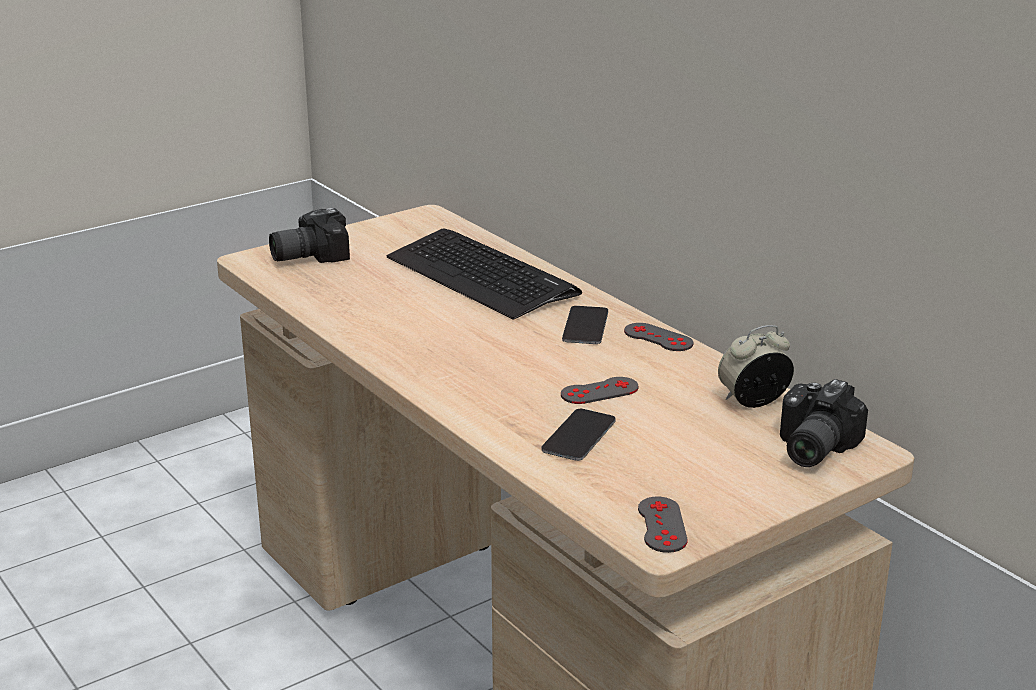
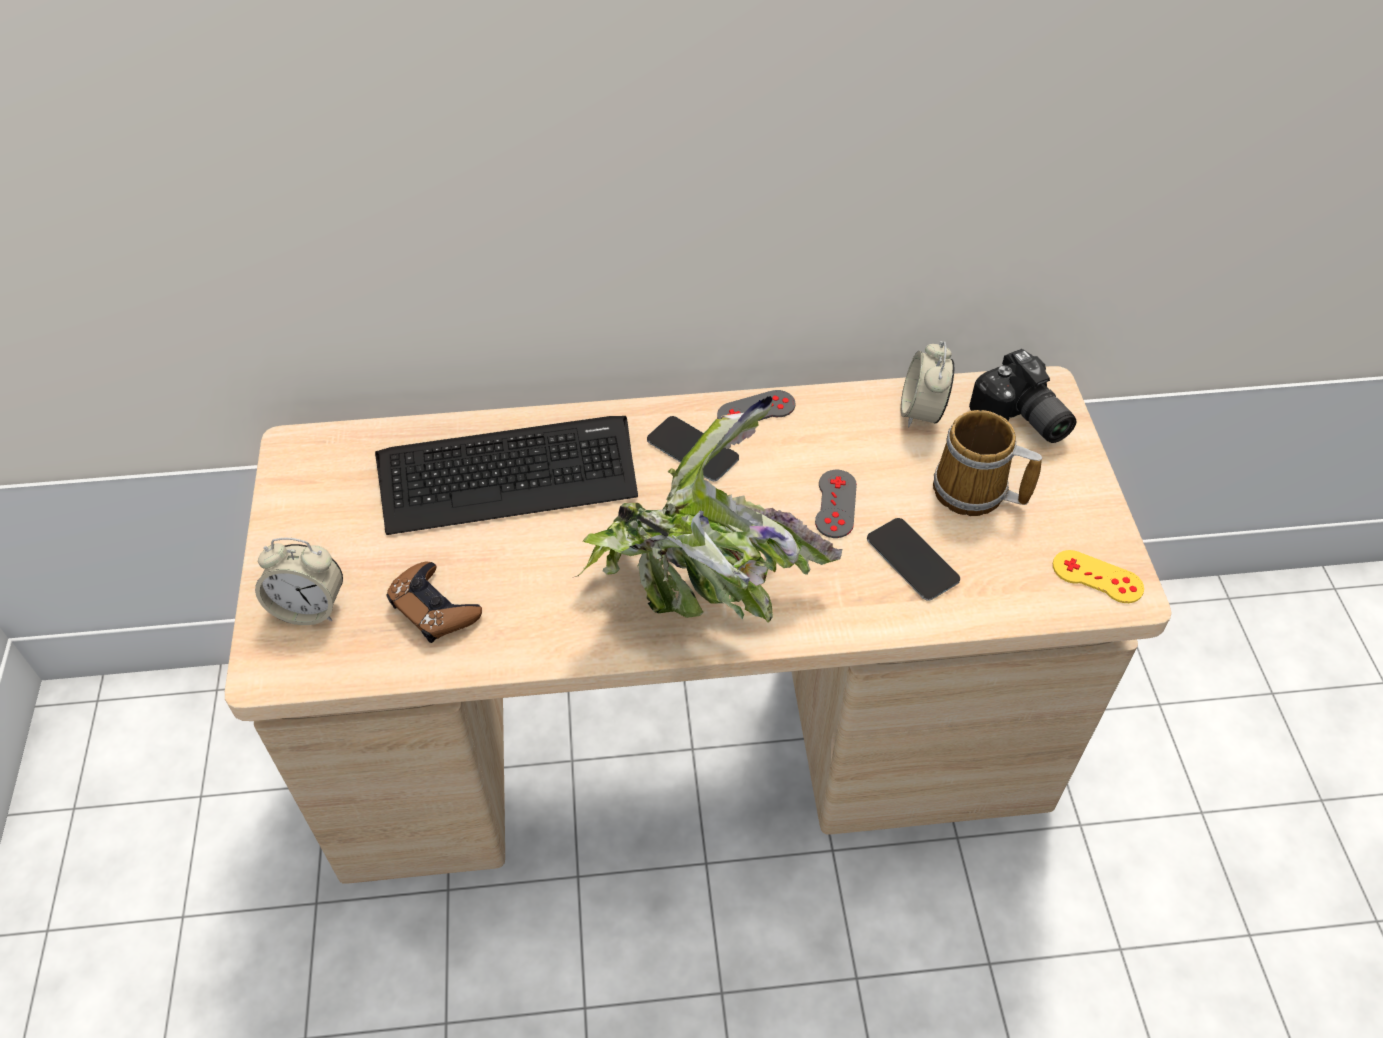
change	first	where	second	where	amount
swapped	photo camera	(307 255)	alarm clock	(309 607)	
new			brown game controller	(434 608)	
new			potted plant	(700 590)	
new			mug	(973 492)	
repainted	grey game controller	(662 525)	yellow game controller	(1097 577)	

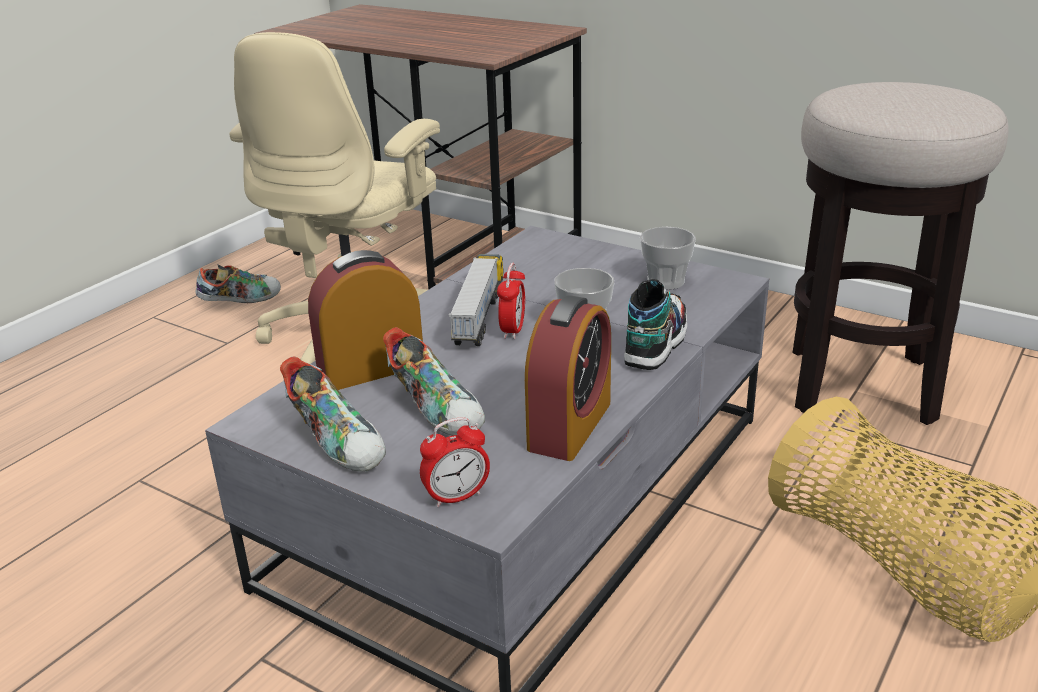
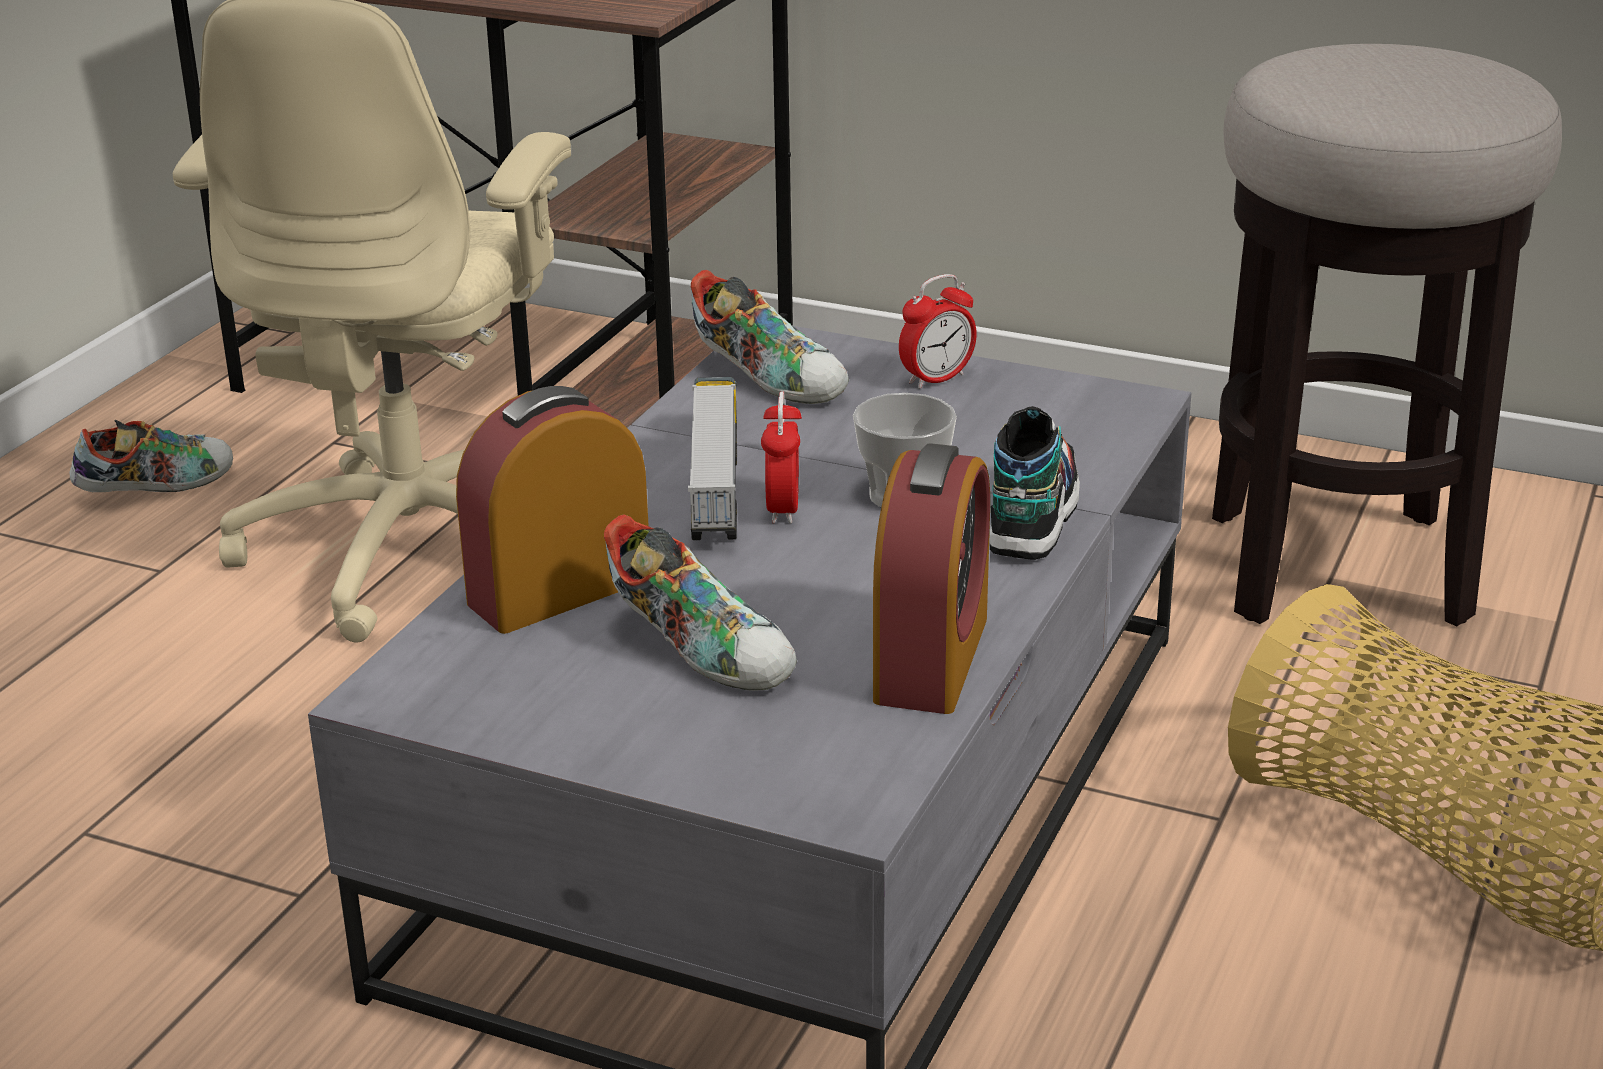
change	first	where	second	where	amount
shifted	shoe	(339 443)		(770 380)	
shifted	alarm clock	(456 497)		(936 379)	
gone	cup	(665 281)			

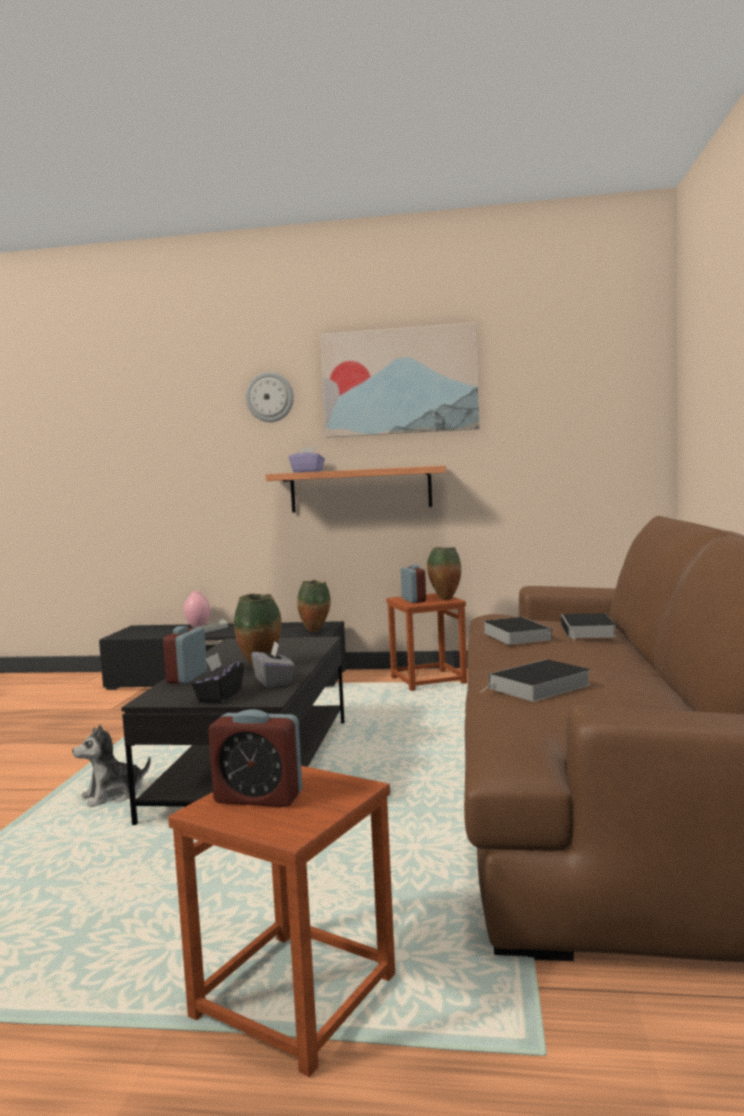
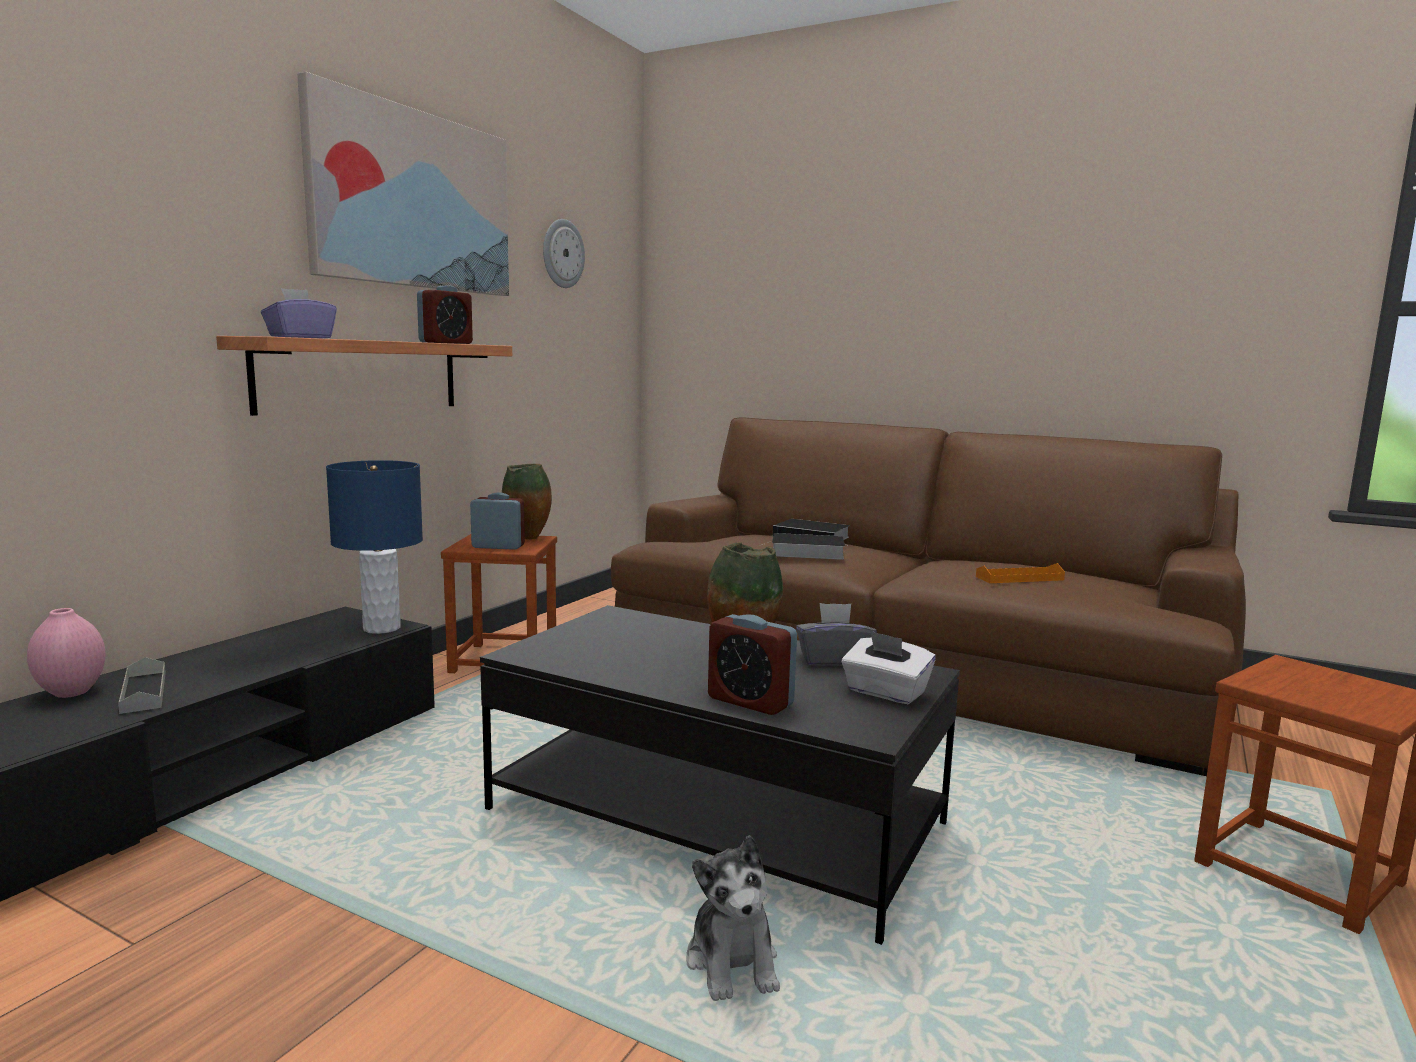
change	first	where	second	where	amount
swapped	vase	(315 631)	blue table lamp	(381 628)	
shifted	alarm clock	(258 798)		(446 343)	
shifted	wall clock	(270 397)		(562 253)	
repainted	black tissue box	(219 696)	white tissue box	(885 692)	
swapped	book	(538 687)	orange tray	(1019 578)	

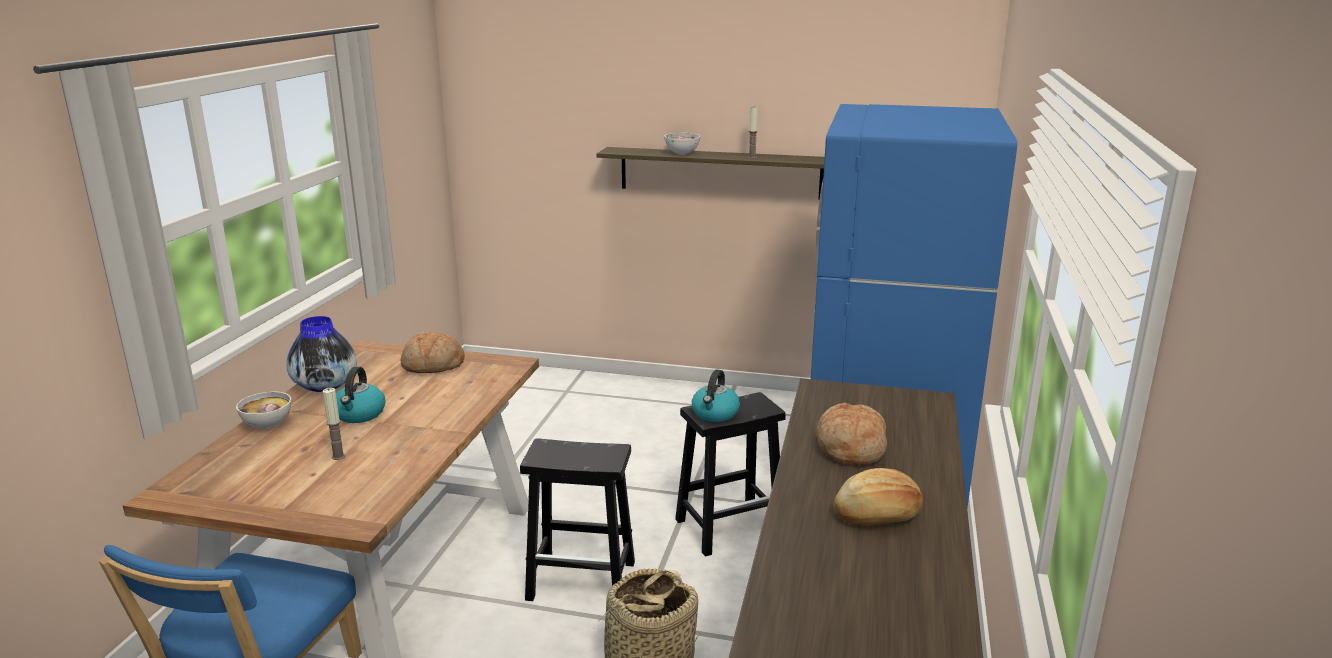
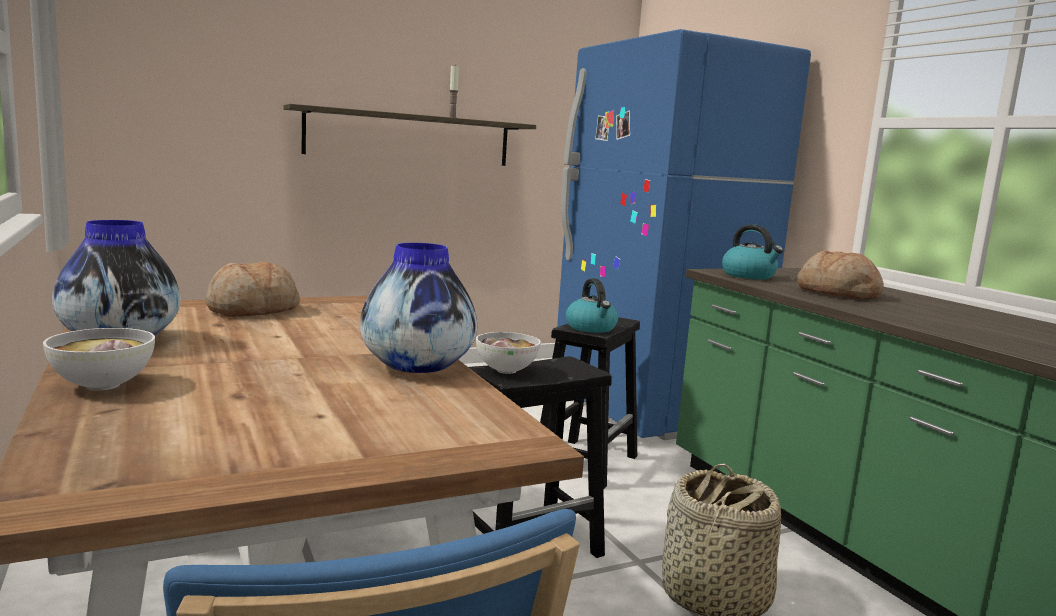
change	first	where	second	where	amount
new			vase	(418 367)	
shifted	bowl	(682 153)		(506 370)	
shifted	kettle	(359 414)		(749 276)	
gone	candle	(338 456)			
gone	bread	(878 515)			

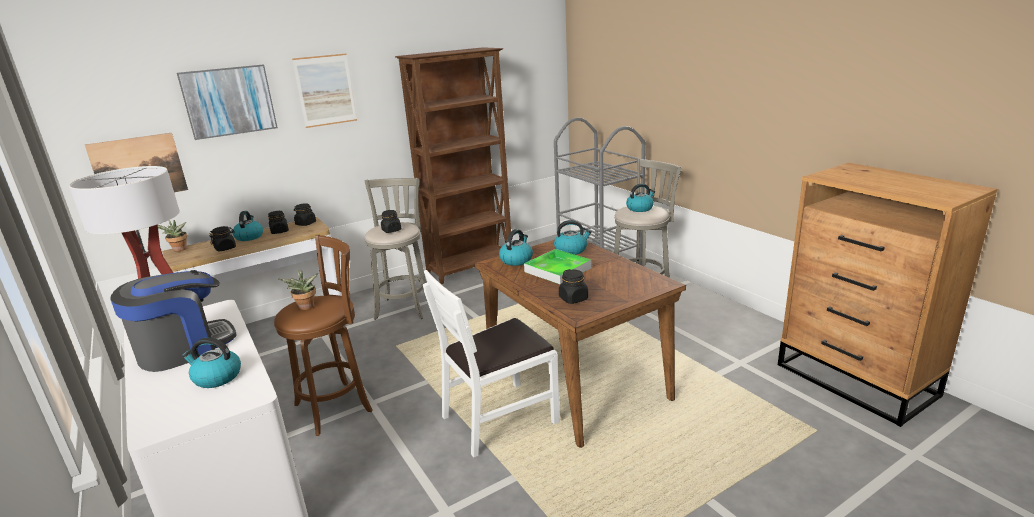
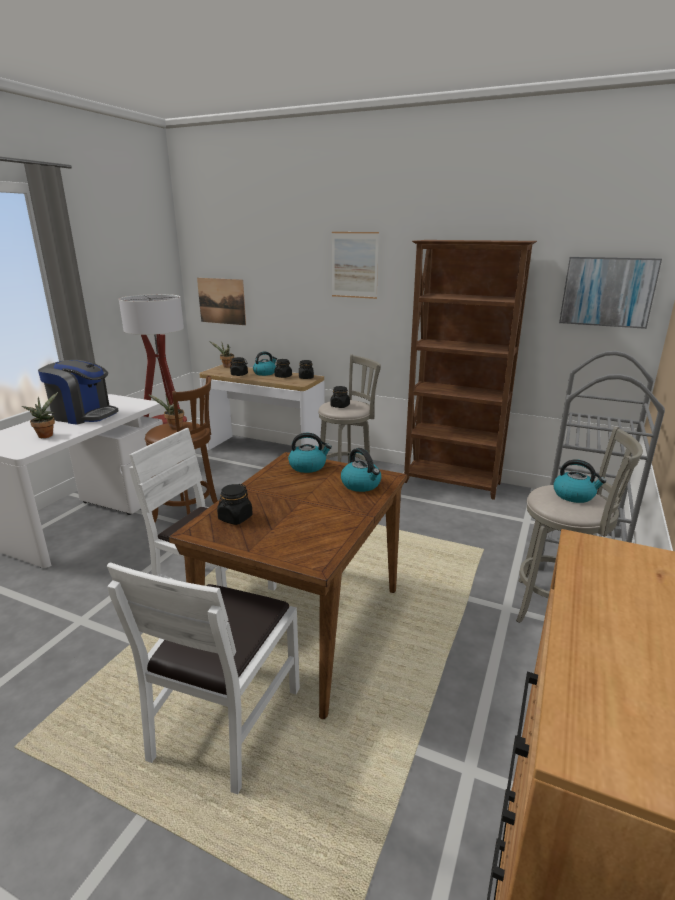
change	first	where	second	where	amount
swapped	kettle	(216 377)	potted plant	(46 435)	
new			white chair	(225 721)	
shifted	picture	(229 101)		(607 292)	
gone	tray	(557 270)			

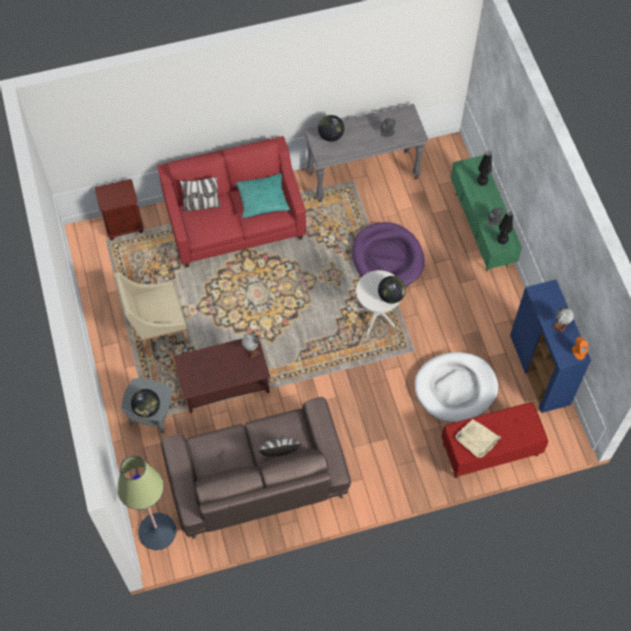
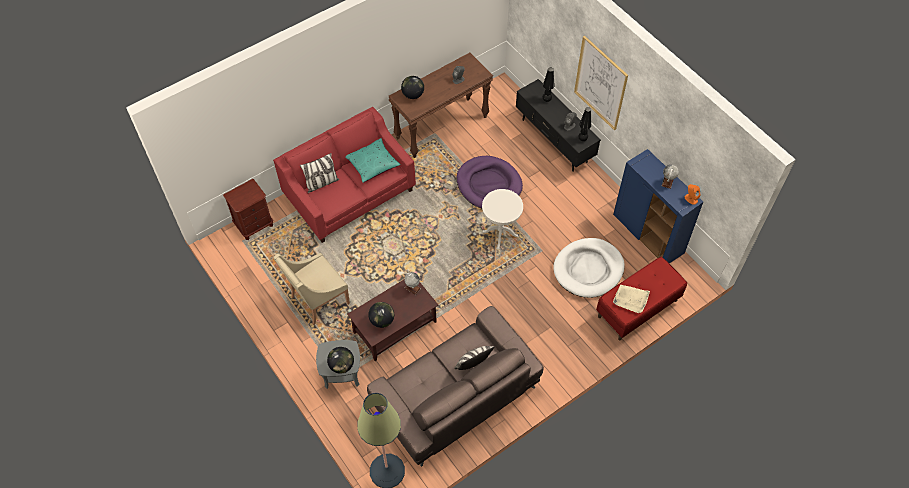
change	first	where	second	where	amount
shifted	globe	(391 296)		(382 320)	
repainted	grey console table	(363 175)	brown console table	(441 127)	
repainted	green tv stand	(480 230)	black tv stand	(554 141)	
new			picture	(600 83)	

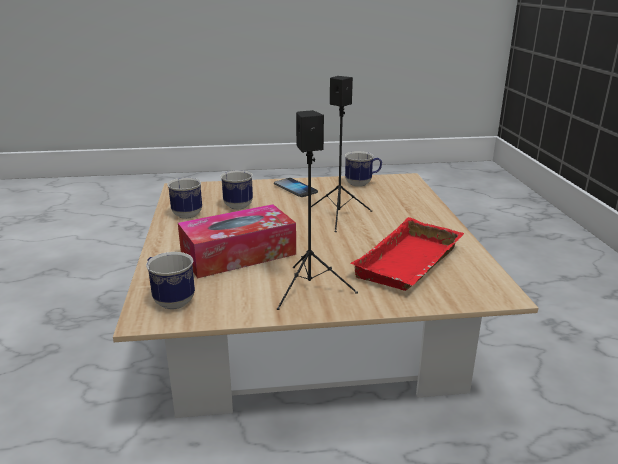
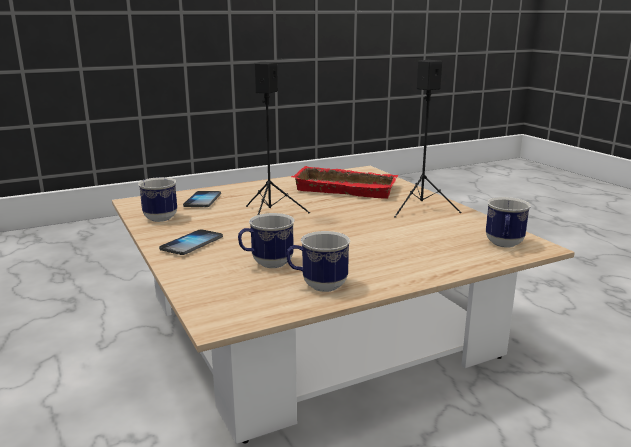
change	first	where	second	where	amount
new			phone	(202 200)	
gone	tissue box	(238 254)			

